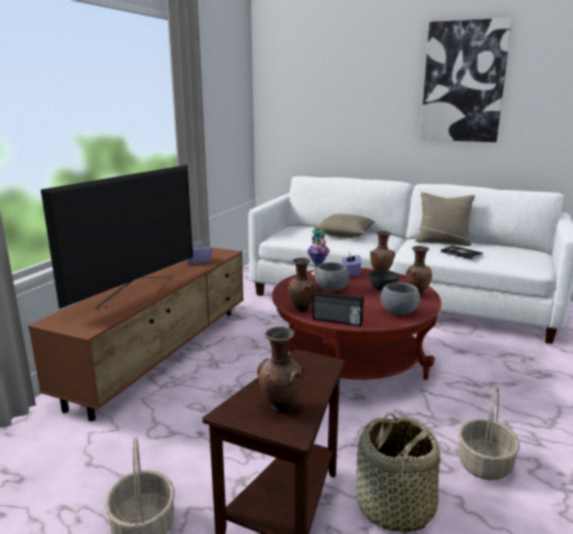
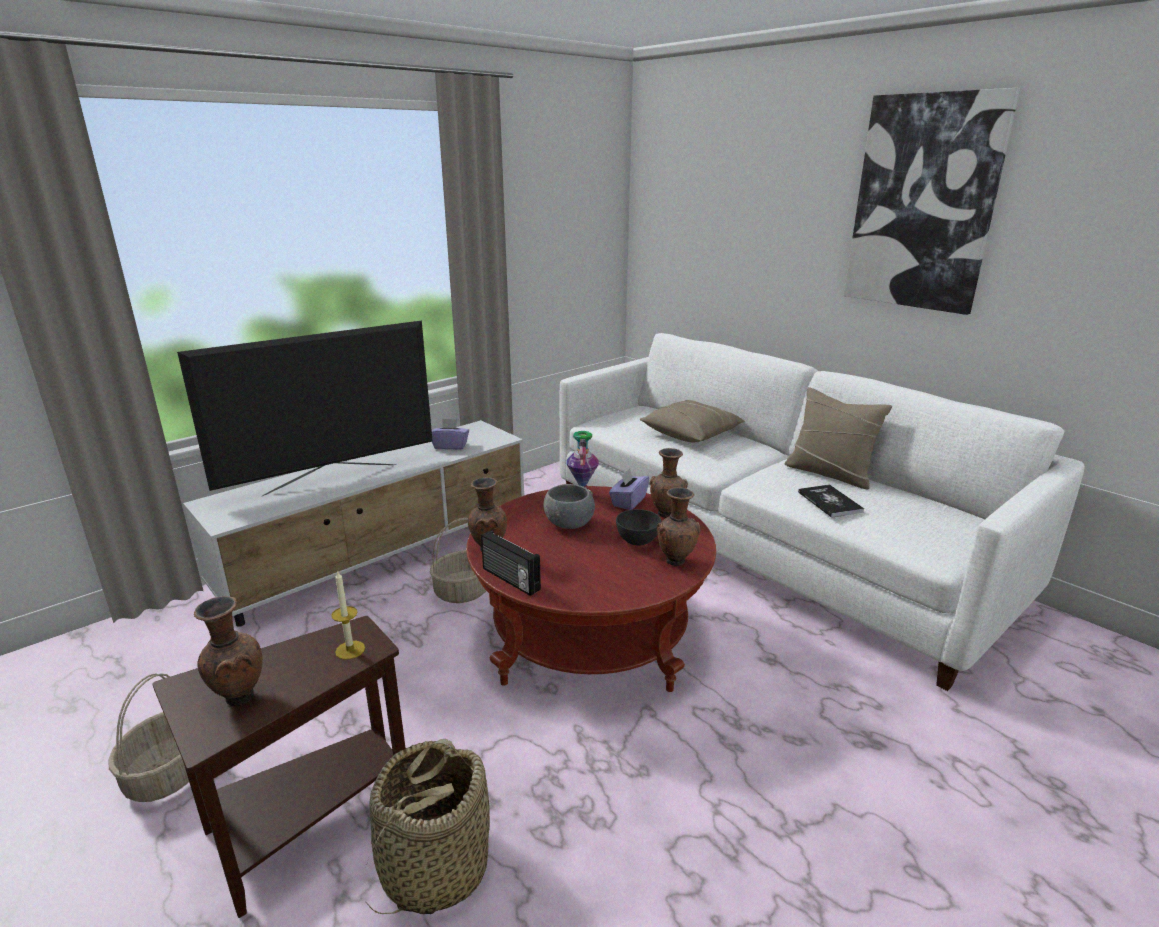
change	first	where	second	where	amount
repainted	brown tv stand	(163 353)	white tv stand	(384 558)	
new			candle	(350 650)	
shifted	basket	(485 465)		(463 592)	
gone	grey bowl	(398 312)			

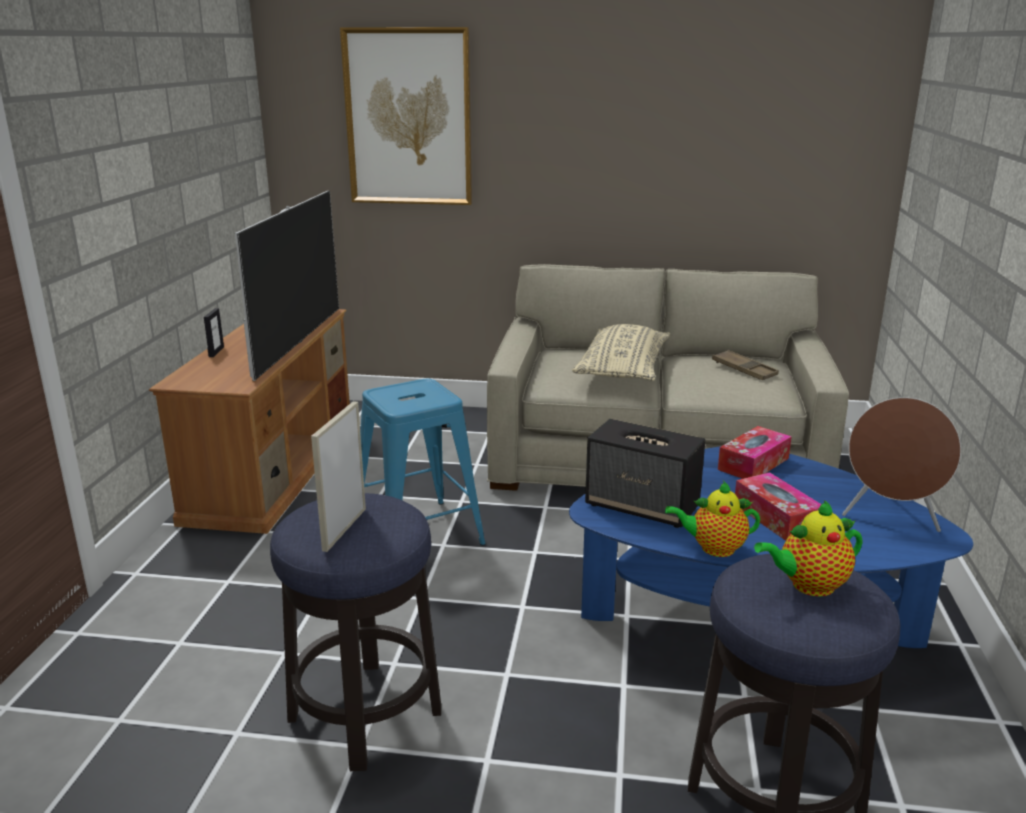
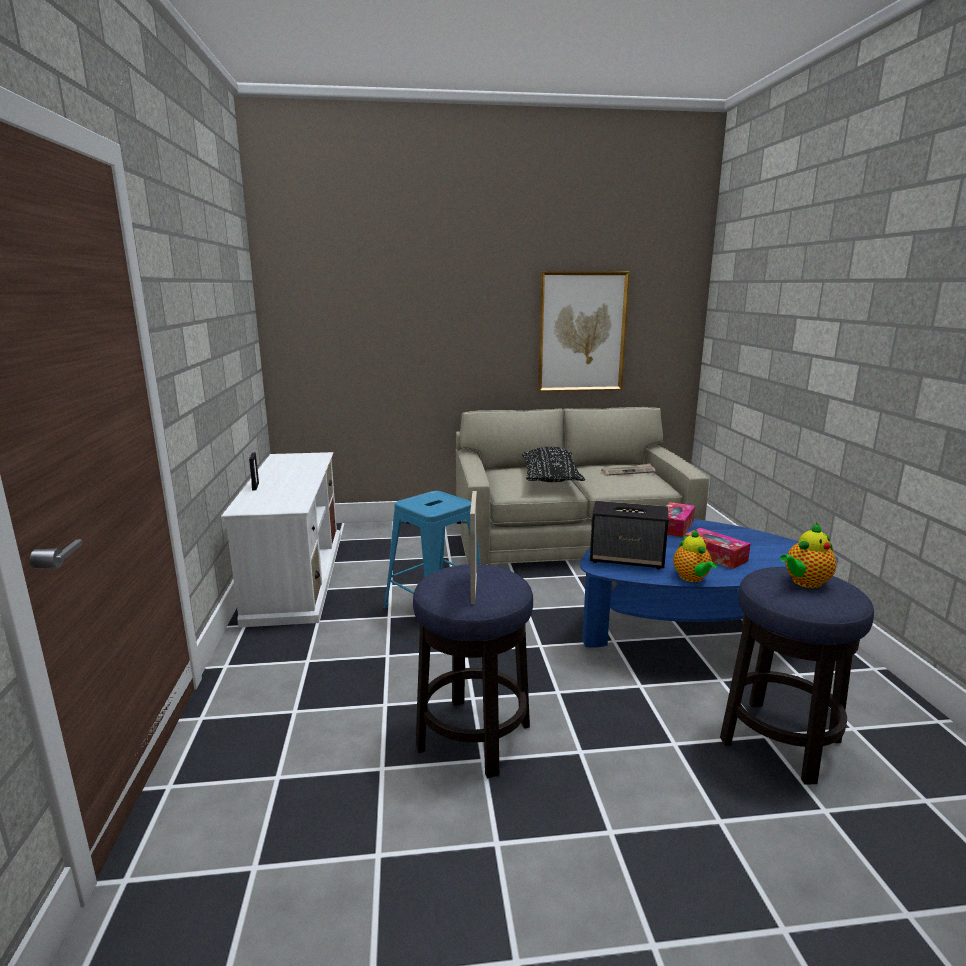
change	first	where	second	where	amount
repainted	brown tv stand	(275 465)	white tv stand	(296 574)	
repainted	beige pillow	(623 369)	black pillow	(550 477)	
shifted	picture	(408 118)		(582 332)	
swapped	brown tray	(744 370)	newspaper	(628 472)	
rotated	teapot	(713 548)		(692 578)	90 degrees counterclockwise
gone	television	(299 341)			
gone	brown speaker	(890 519)			

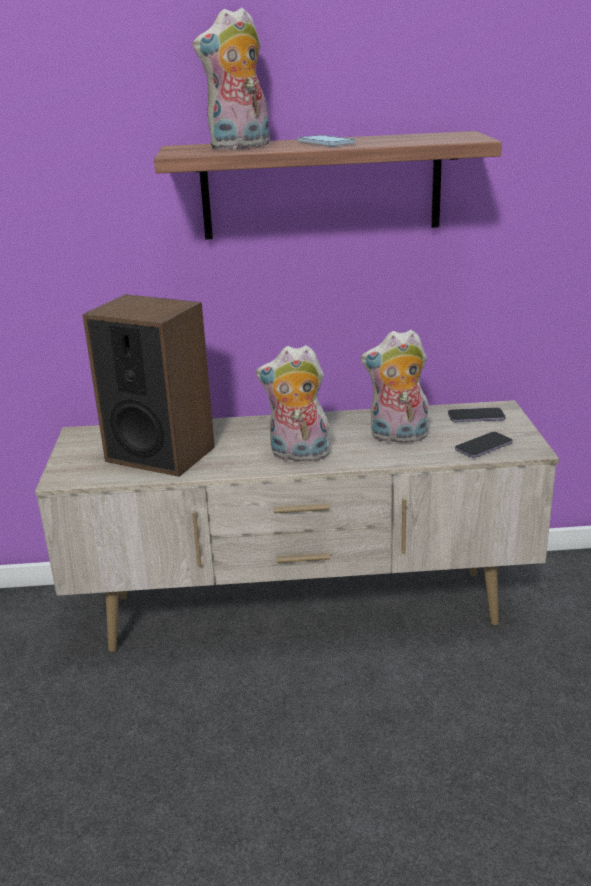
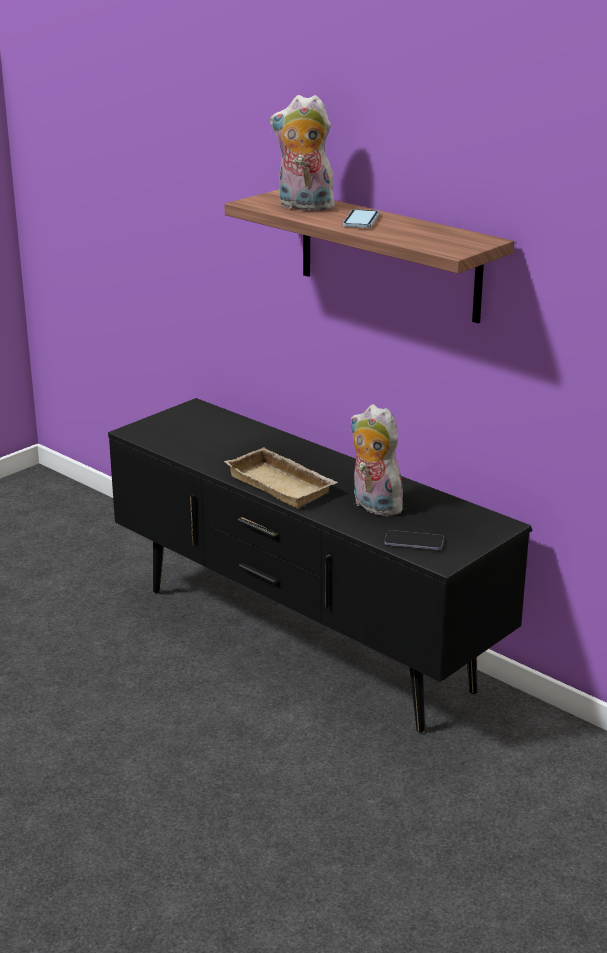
change	first	where	second	where	amount
repainted	beige tv stand	(302 612)	black tv stand	(303 640)	
swapped	plush toy	(297 455)	beige tray	(283 484)	
gone	speaker	(160 454)			
gone	phone	(476 417)			

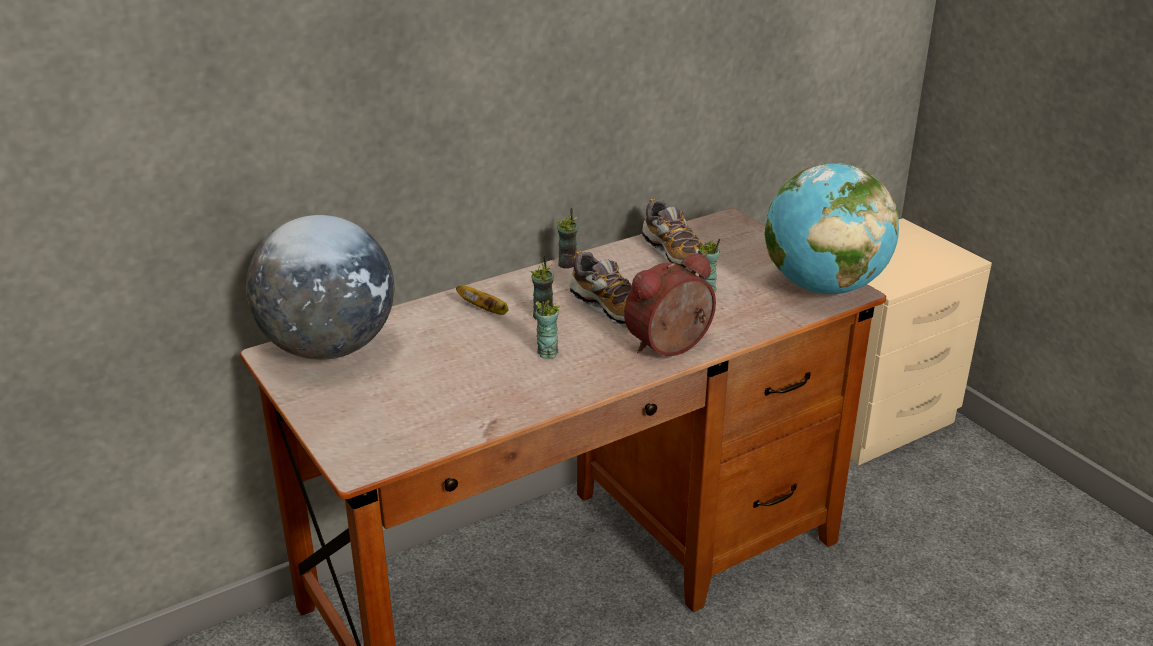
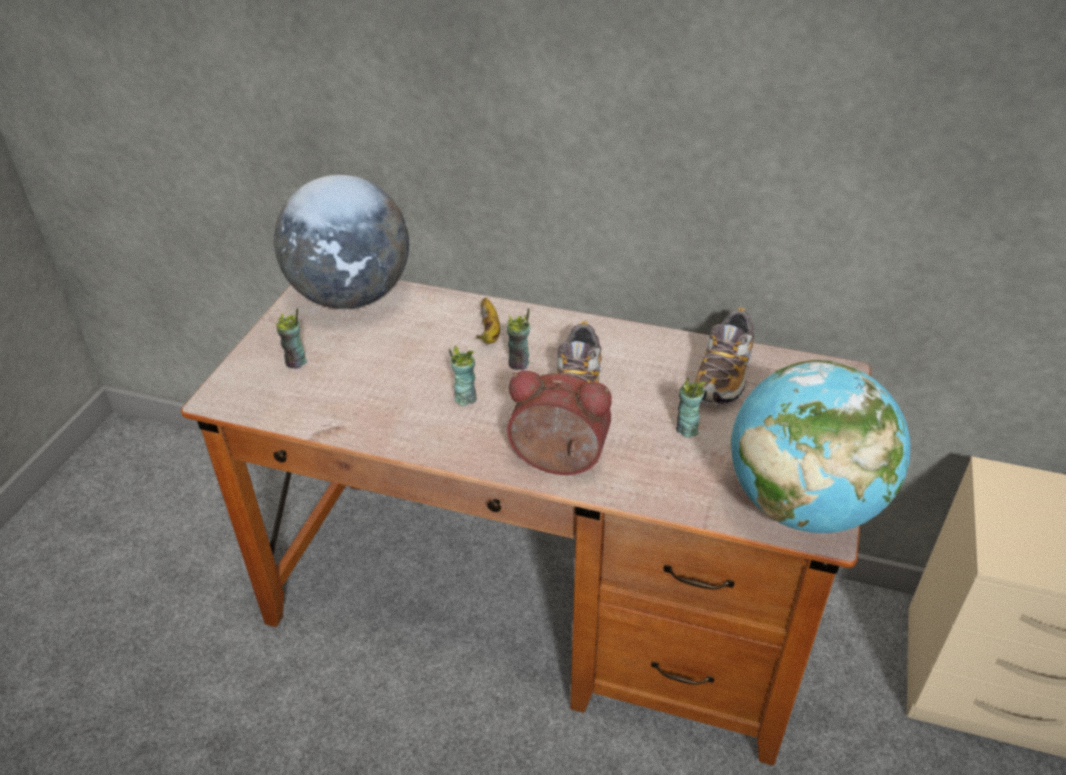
change	first	where	second	where	amount
shifted	cup	(567 264)		(296 362)	

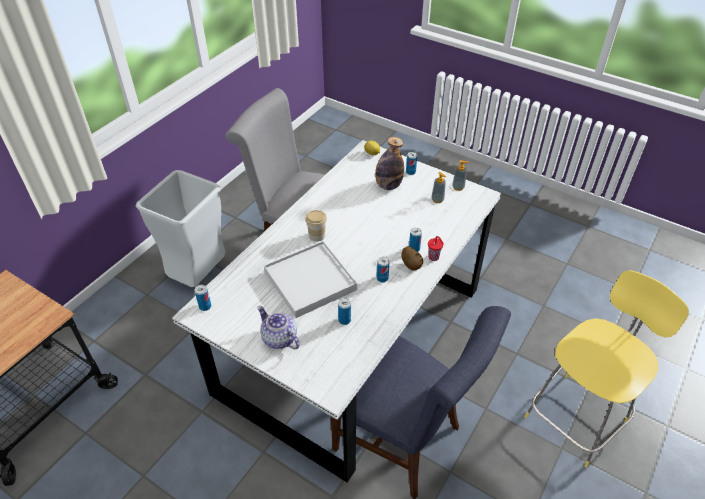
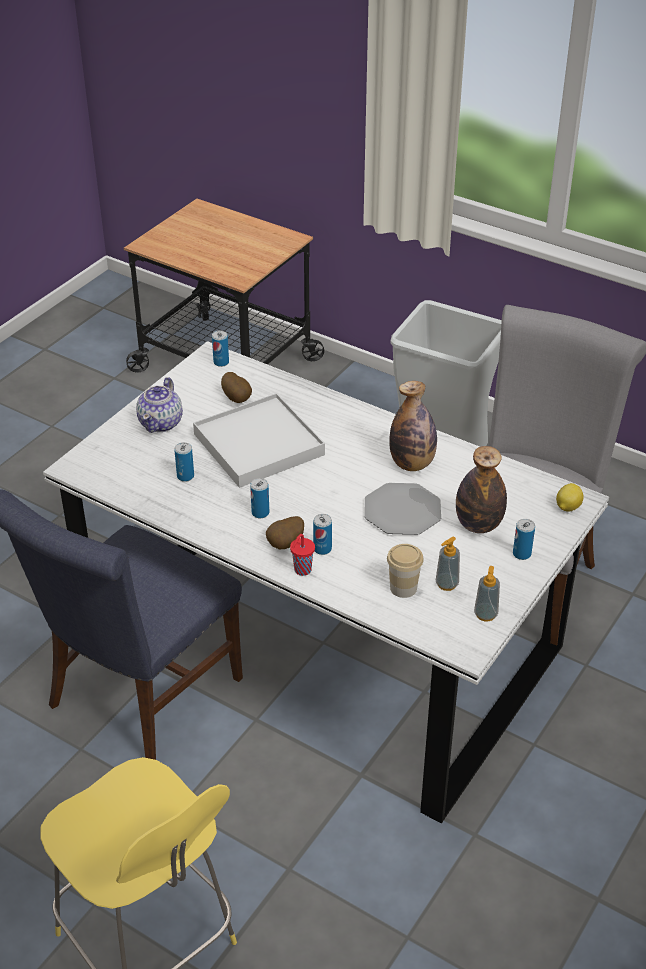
change	first	where	second	where	amount
rotated	teapot	(279 339)		(161 423)	150 degrees clockwise
new			potato	(237 398)	
new			plate	(402 511)	
shifted	cup	(317 236)		(403 588)	
new			bottle	(412 464)	

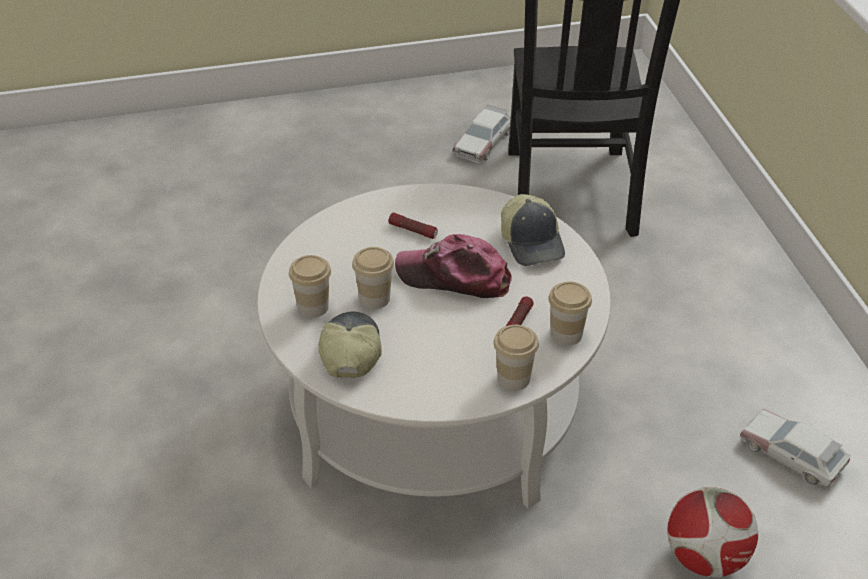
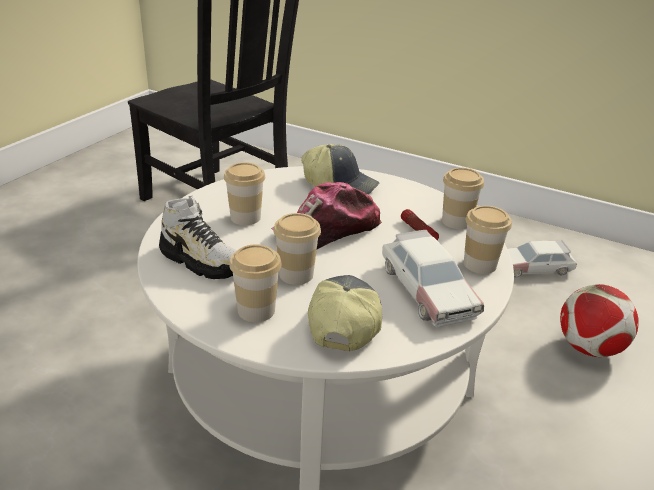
change	first	where	second	where	amount
new			shoe	(202 261)	
swapped	flashlight	(413 230)	cup	(245 217)	
rotated	cap	(349 351)		(344 322)	60 degrees clockwise
shifted	toy car	(483 142)		(427 289)	

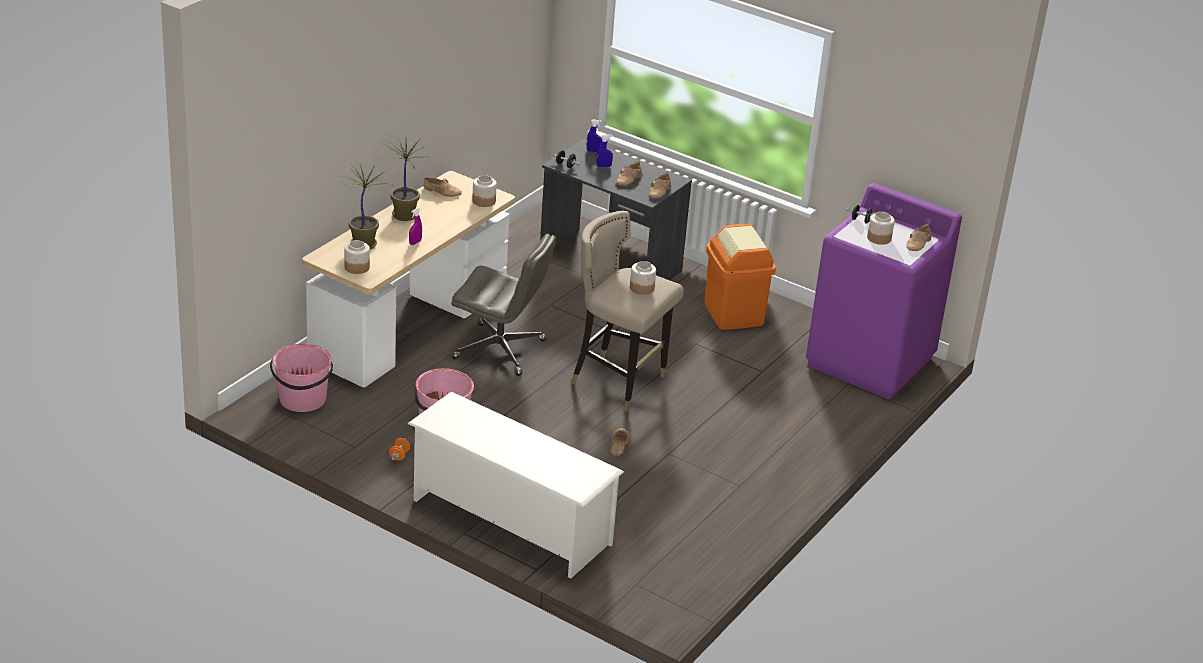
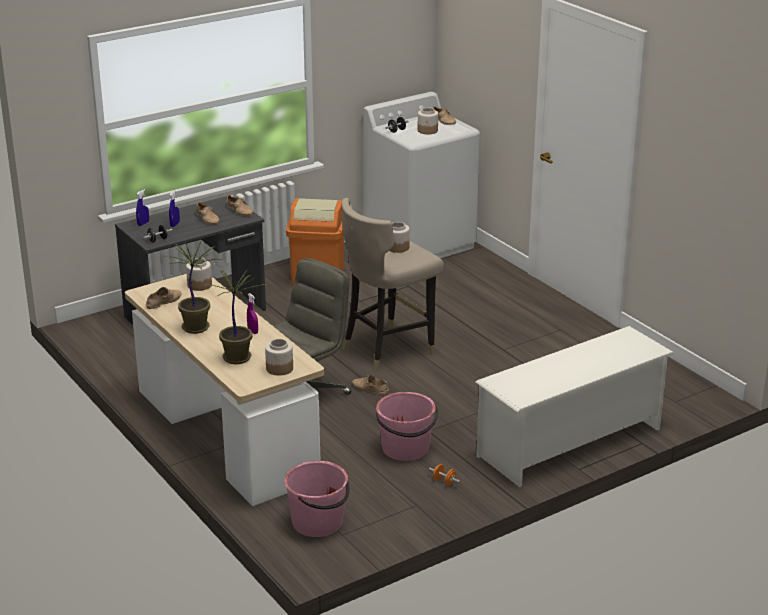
change	first	where	second	where	amount
shifted	beige shoe	(618 444)		(369 389)	
repainted	purple washing machine	(870 361)	white washing machine	(420 242)	

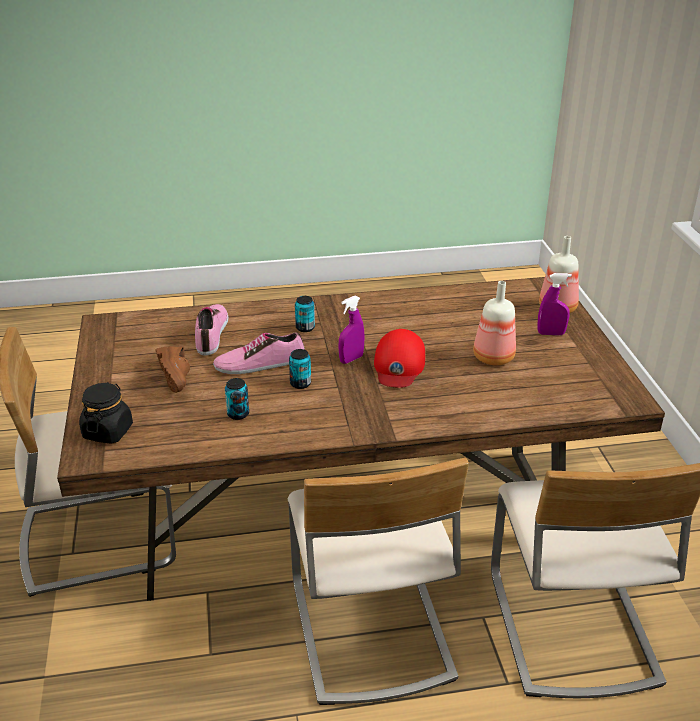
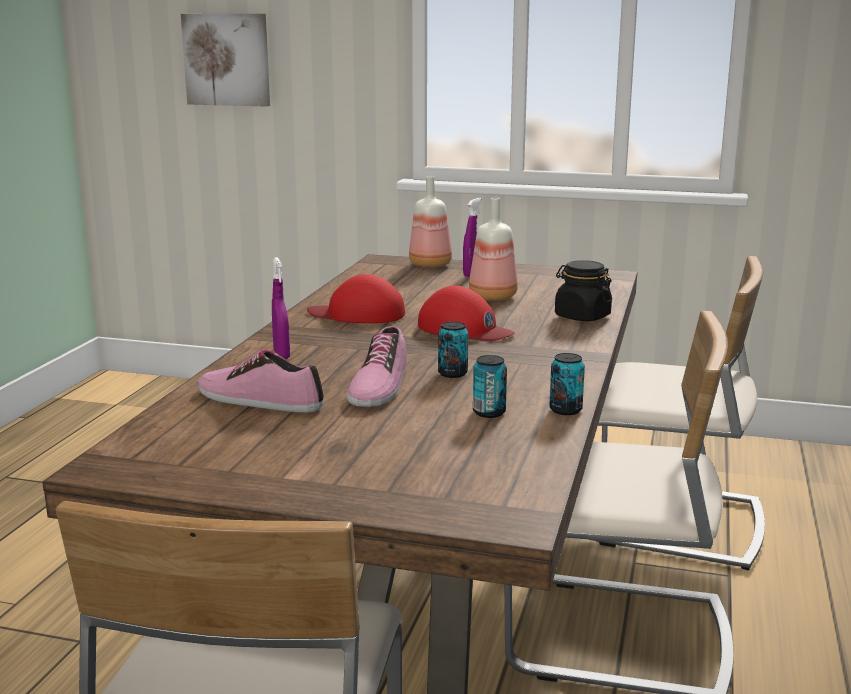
change	first	where	second	where	amount
new			picture	(227 59)	
shifted	purple spray bottle	(351 359)		(281 355)	
new			red cap	(358 314)	
shifted	can	(305 328)		(565 410)	
shifted	black jar	(108 431)		(582 316)	
gone	brown shoe	(179 377)			

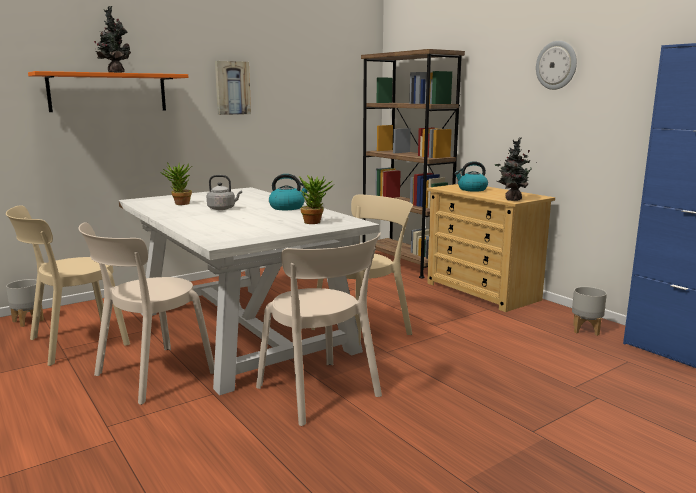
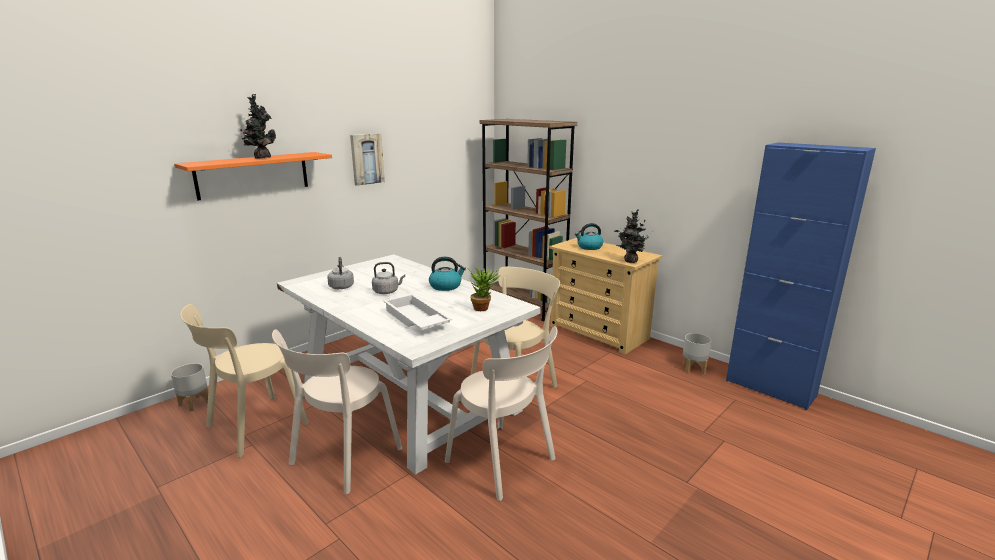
change	first	where	second	where	amount
swapped	potted plant	(179 204)	grey kettle	(341 286)	
new			white tray	(415 319)	
gone	wall clock	(556 65)			

